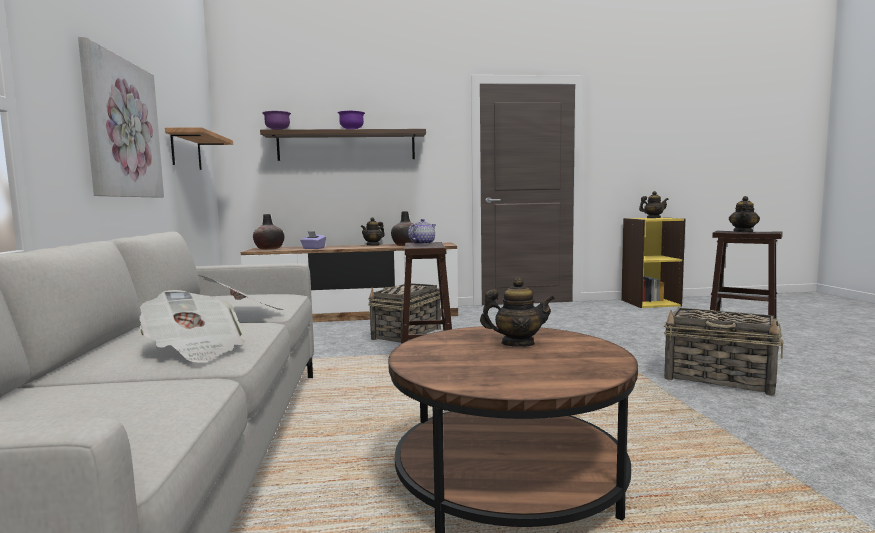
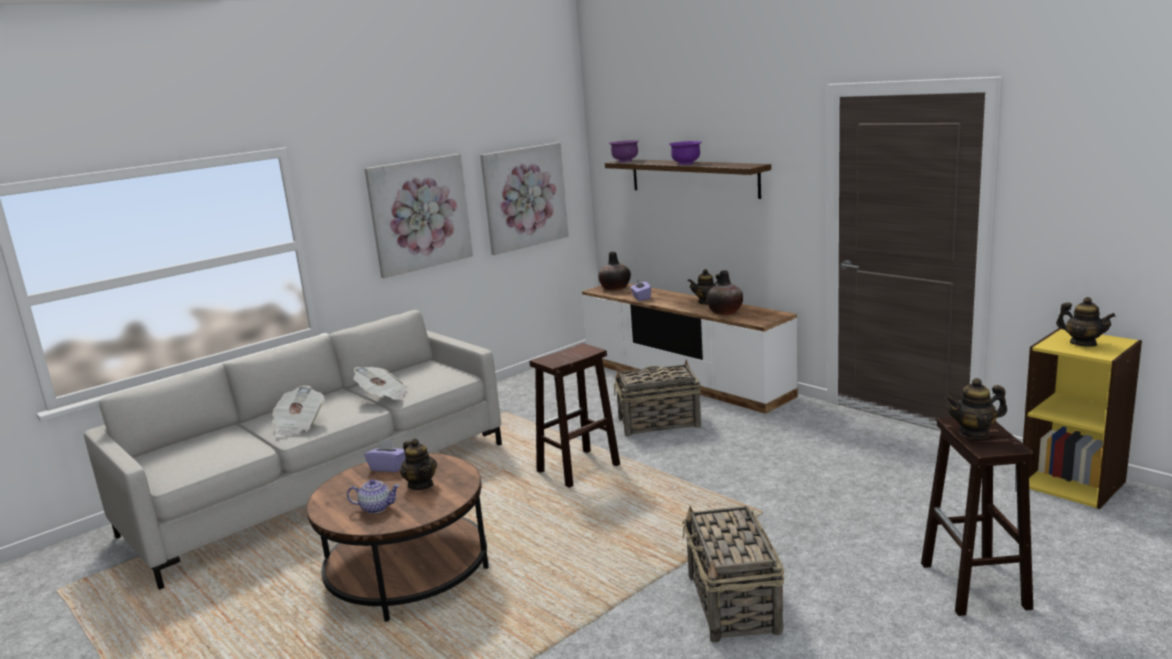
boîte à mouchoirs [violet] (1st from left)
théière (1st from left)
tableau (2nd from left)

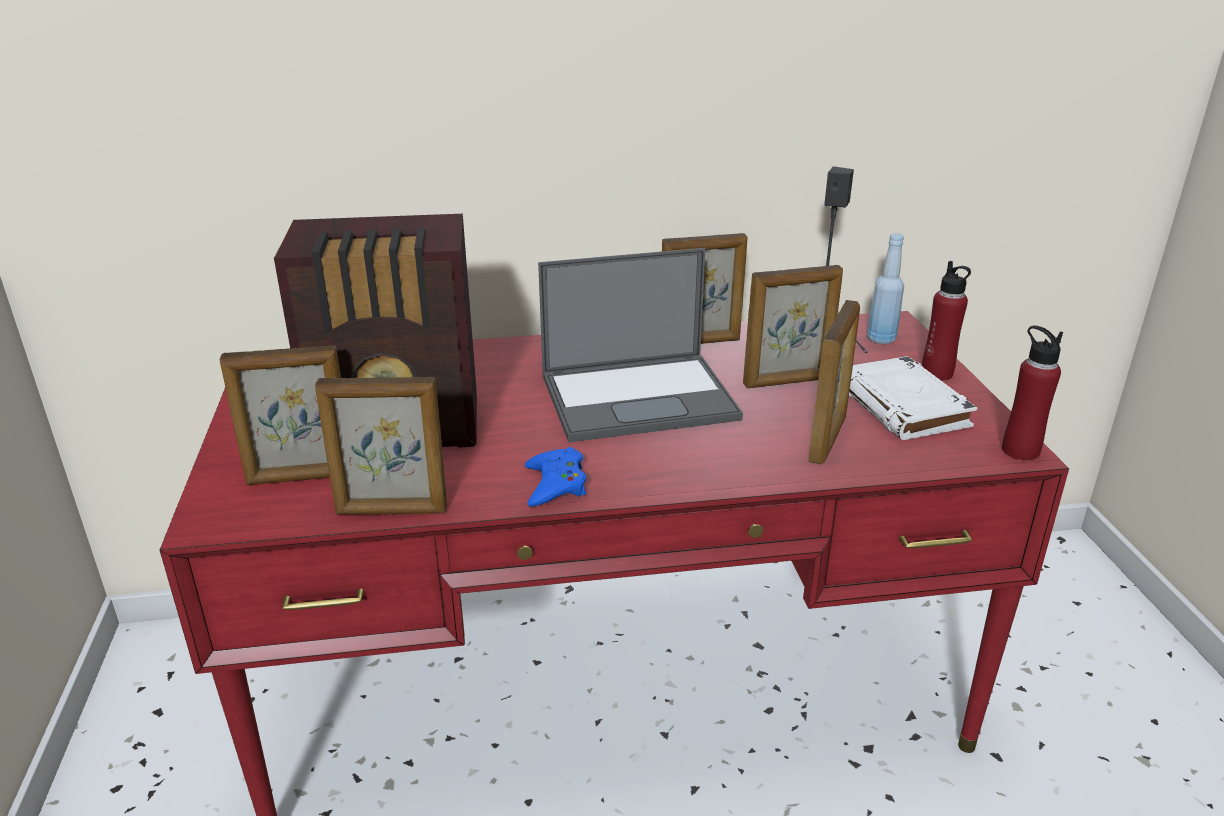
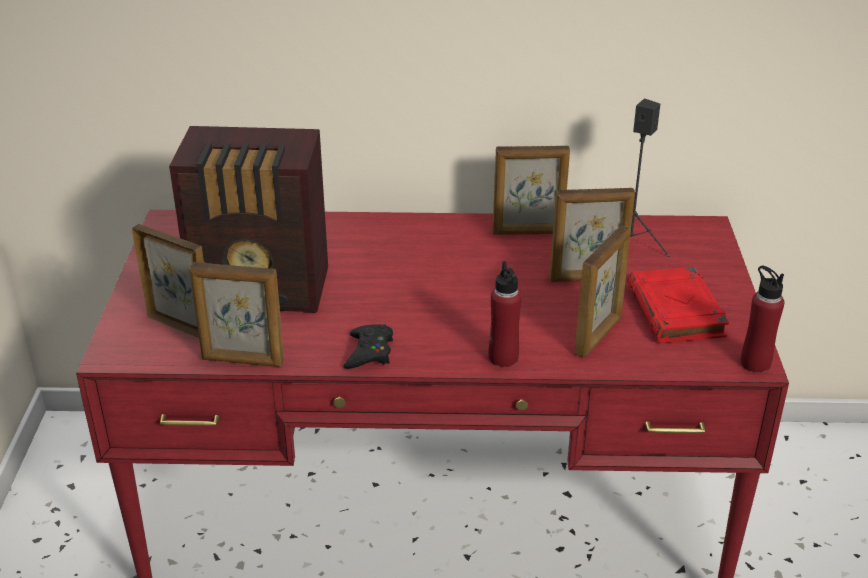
ordinateur portable
bouteille [bleu]
bouteille [rouge] (1st from left)
manette [noir]
livre [rouge]
cadre photo (1st from left)

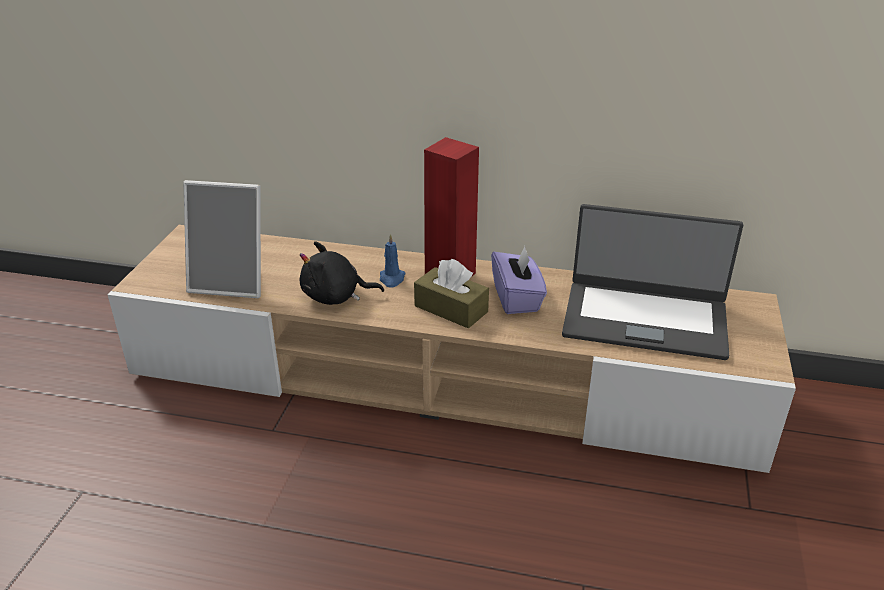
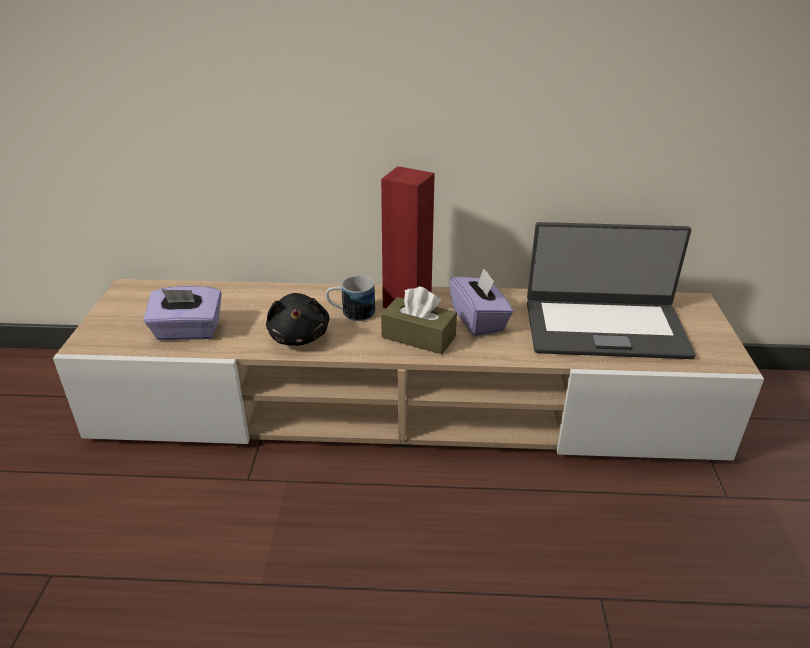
boîte à mouchoirs [violet] (1st from left)
mug
peluche [noir]

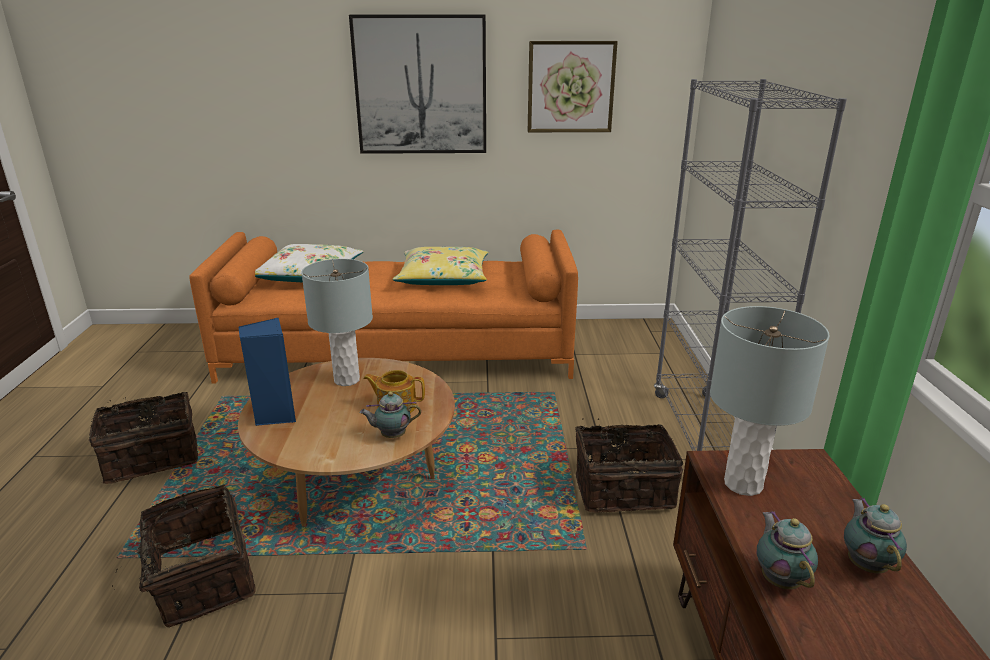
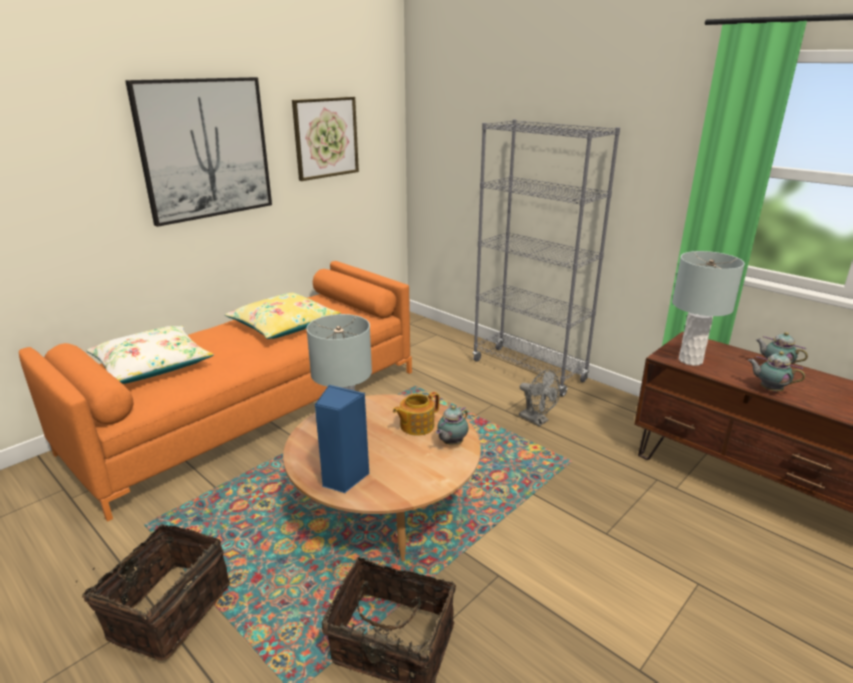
ventilateur [gris]

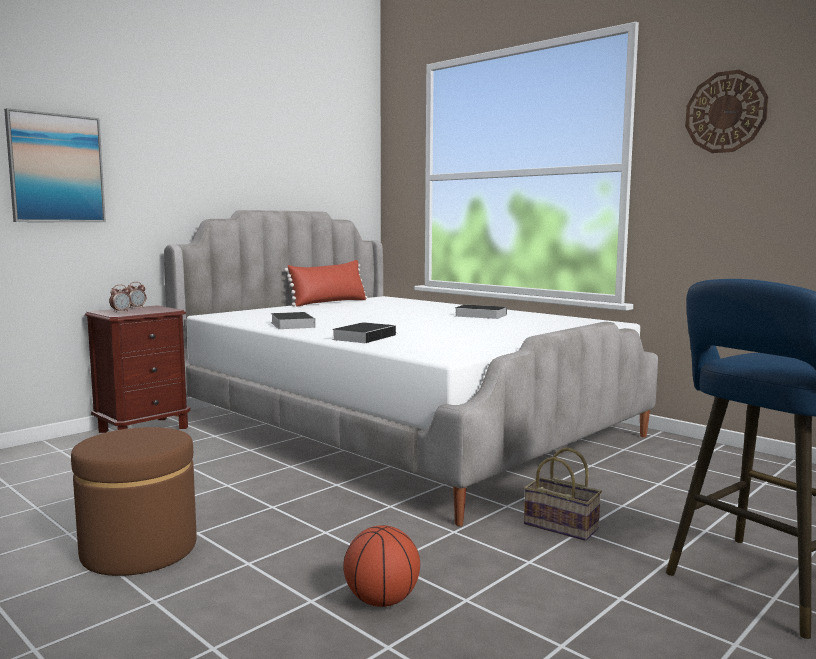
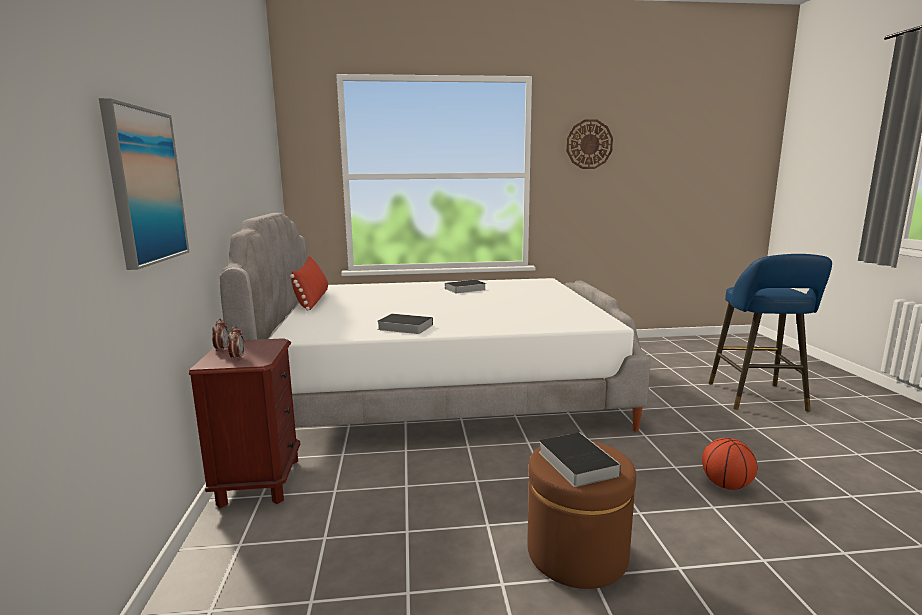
panier
livre (3rd from left)

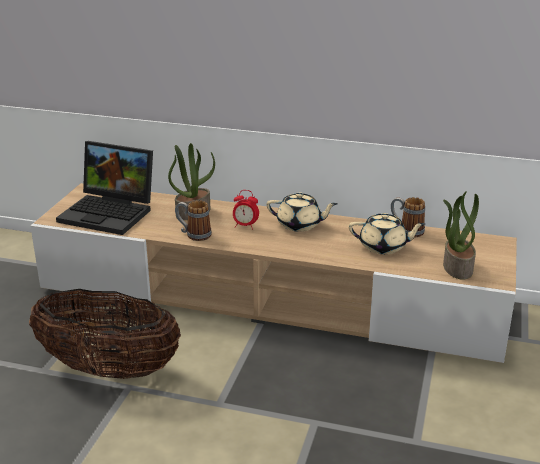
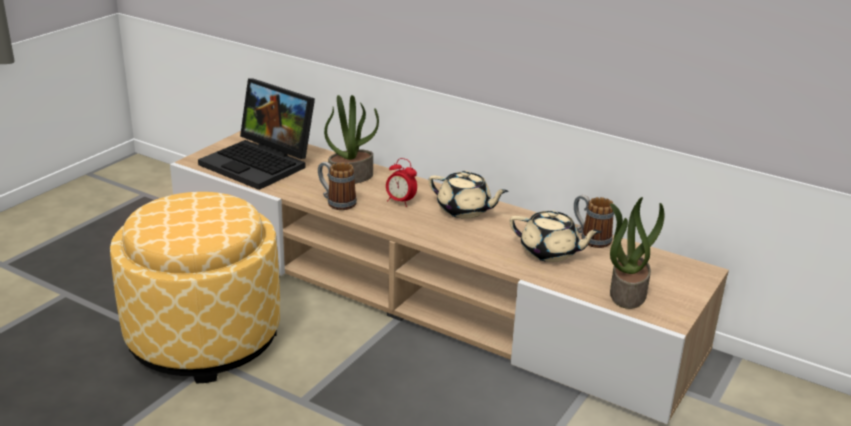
pouf

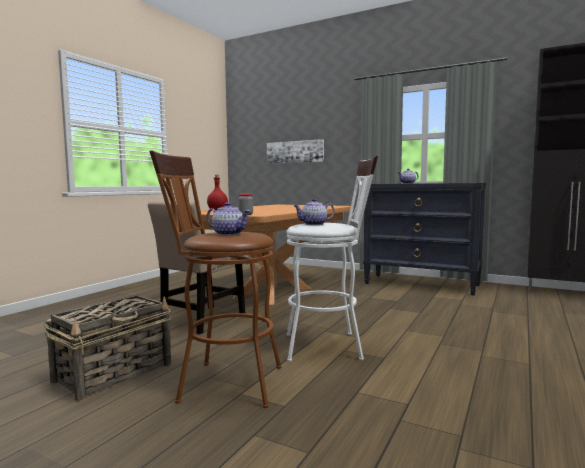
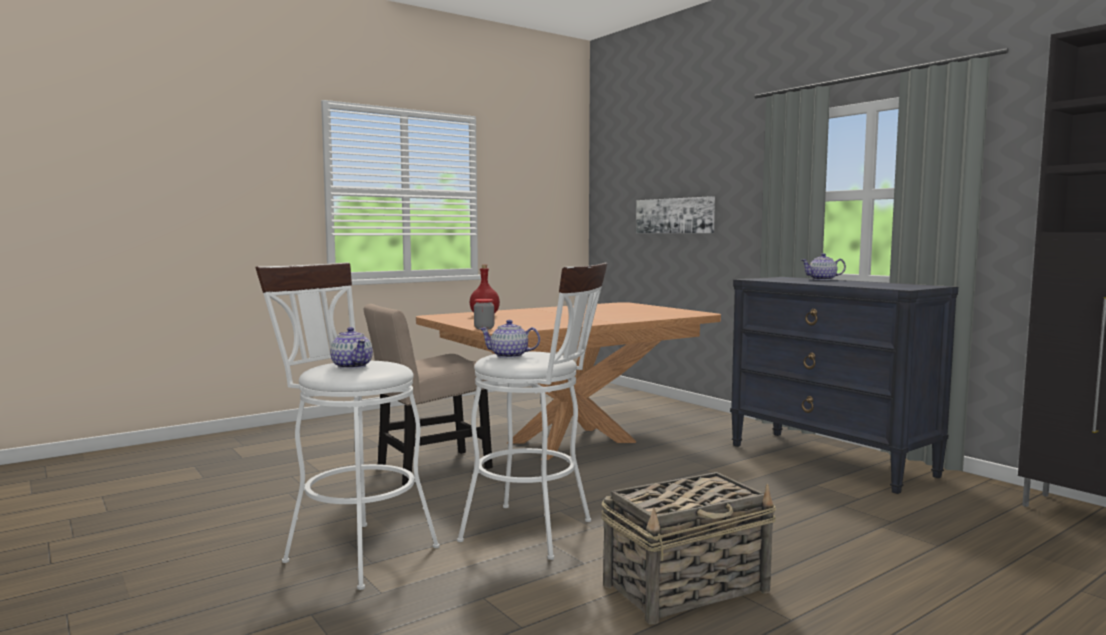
panier
tabouret [blanc] (1st from left)

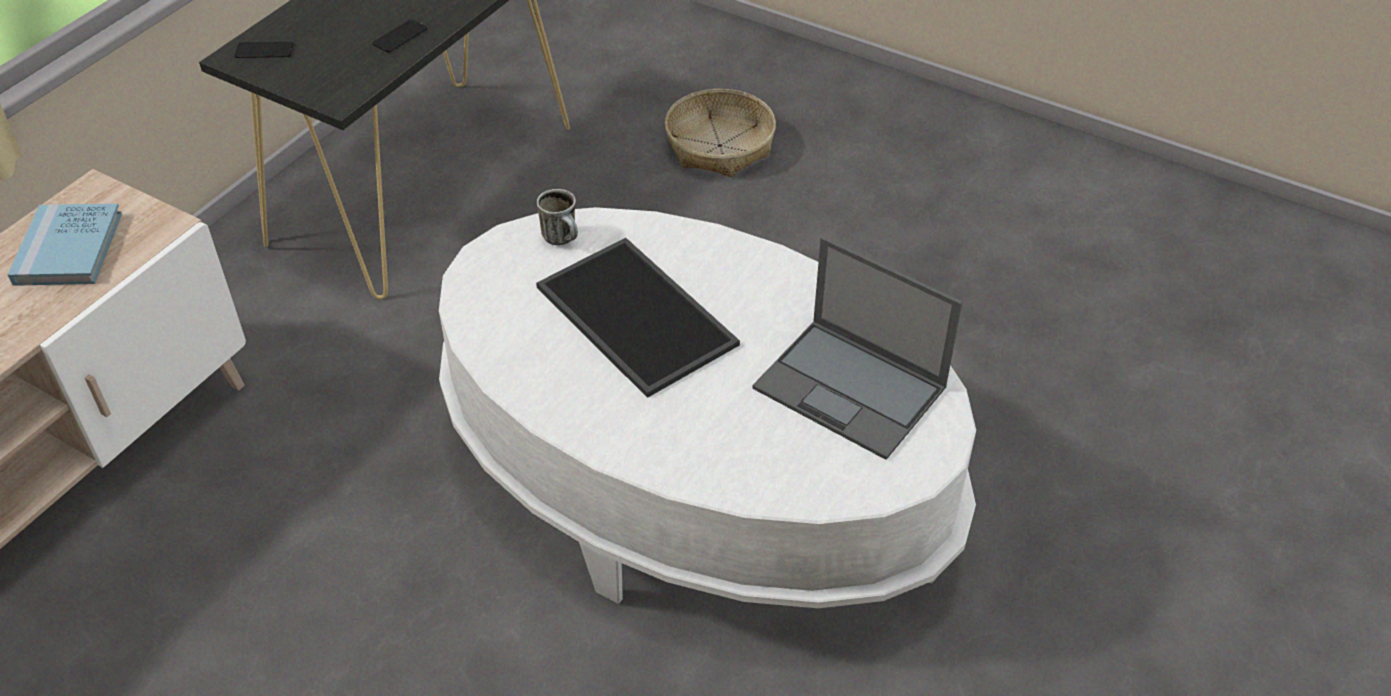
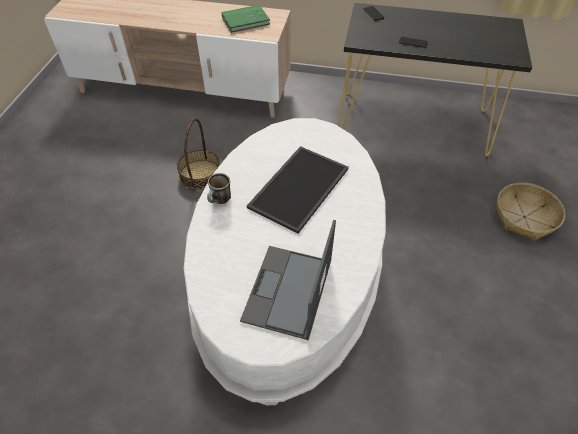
panier (1st from left)
mug
livre [vert]

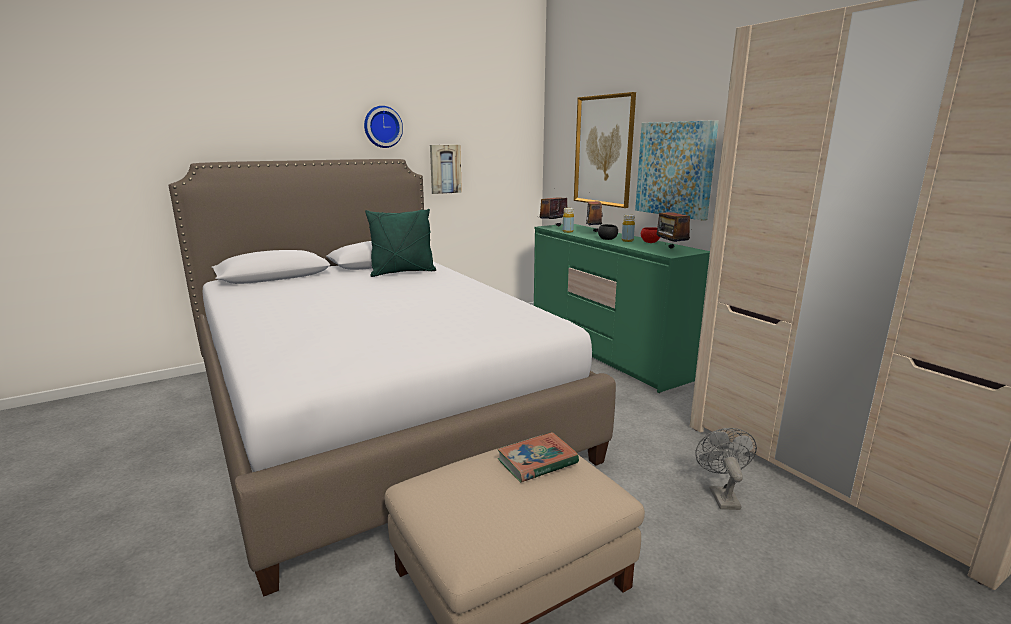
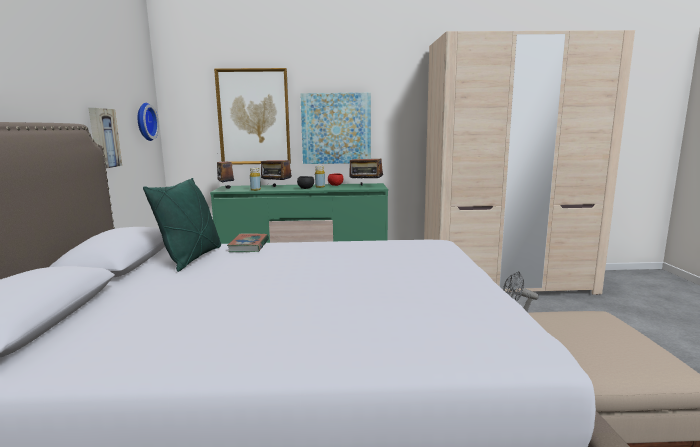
horloge murale
livre

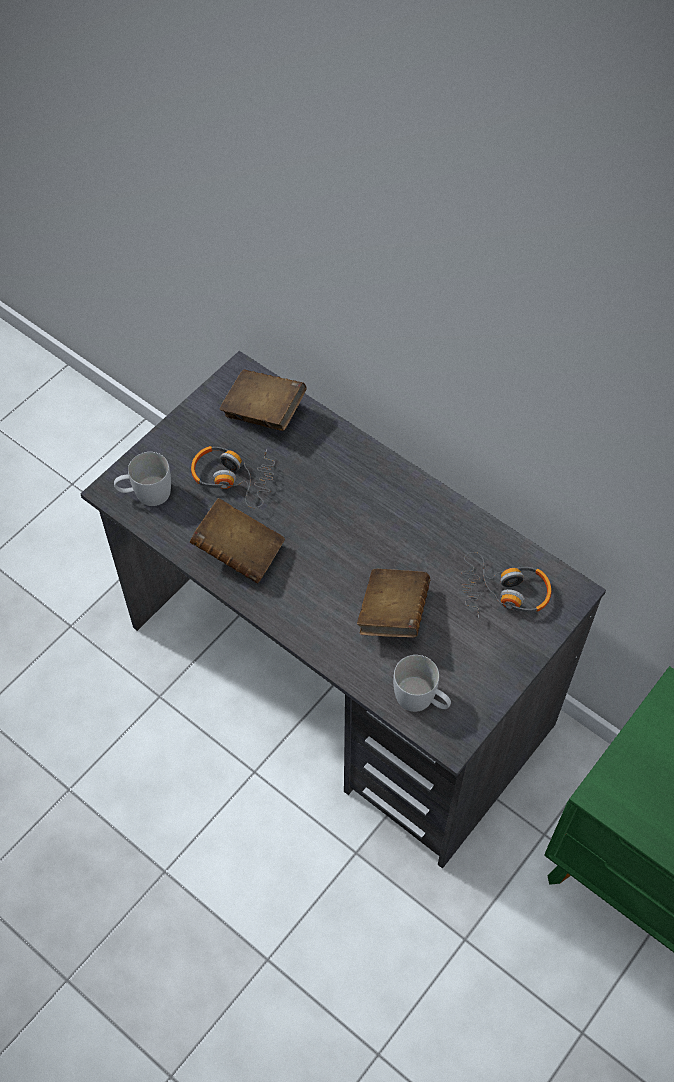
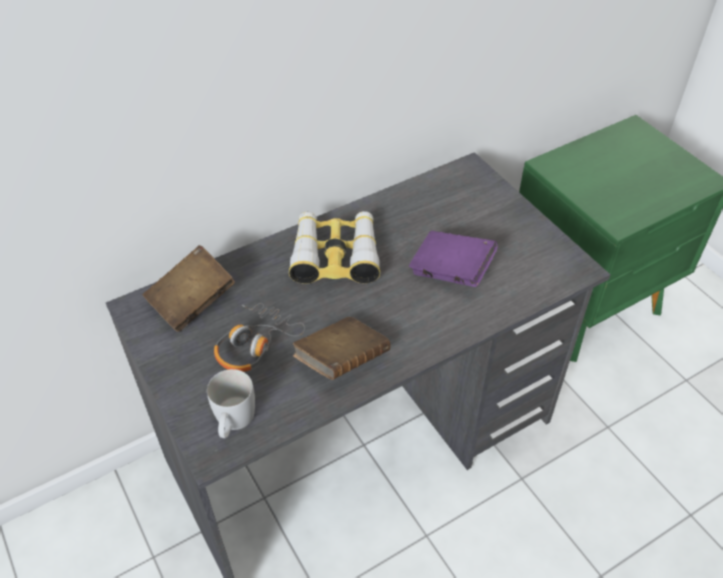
mug [blanc] (2nd from left in the first image)
casque audio (2nd from left in the first image)
jumelles
livre [violet]

